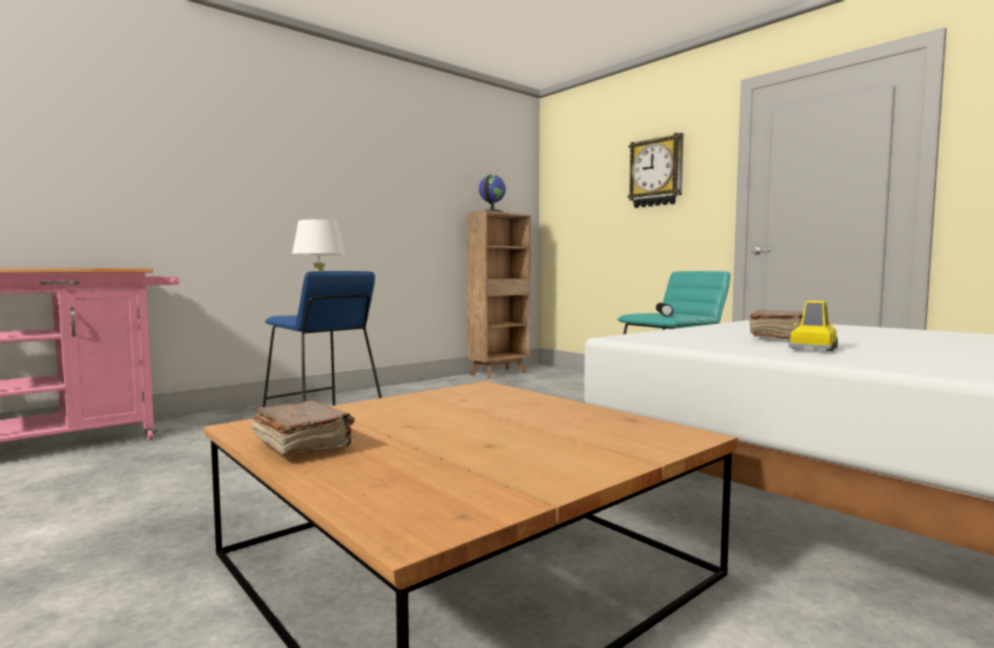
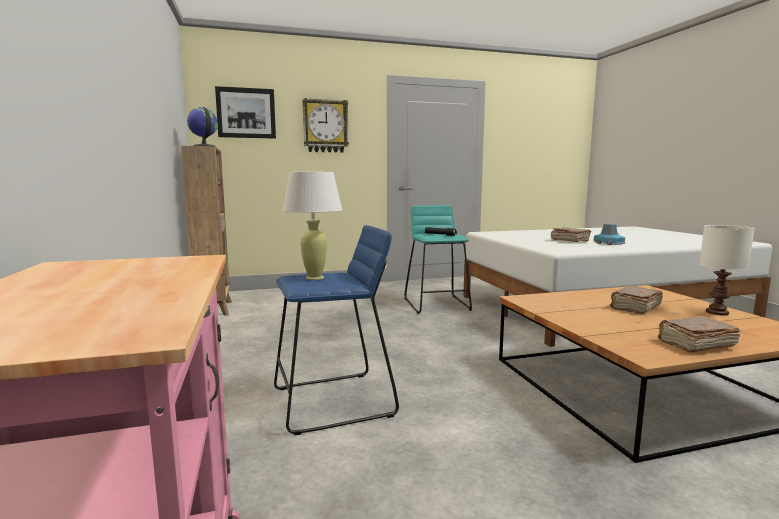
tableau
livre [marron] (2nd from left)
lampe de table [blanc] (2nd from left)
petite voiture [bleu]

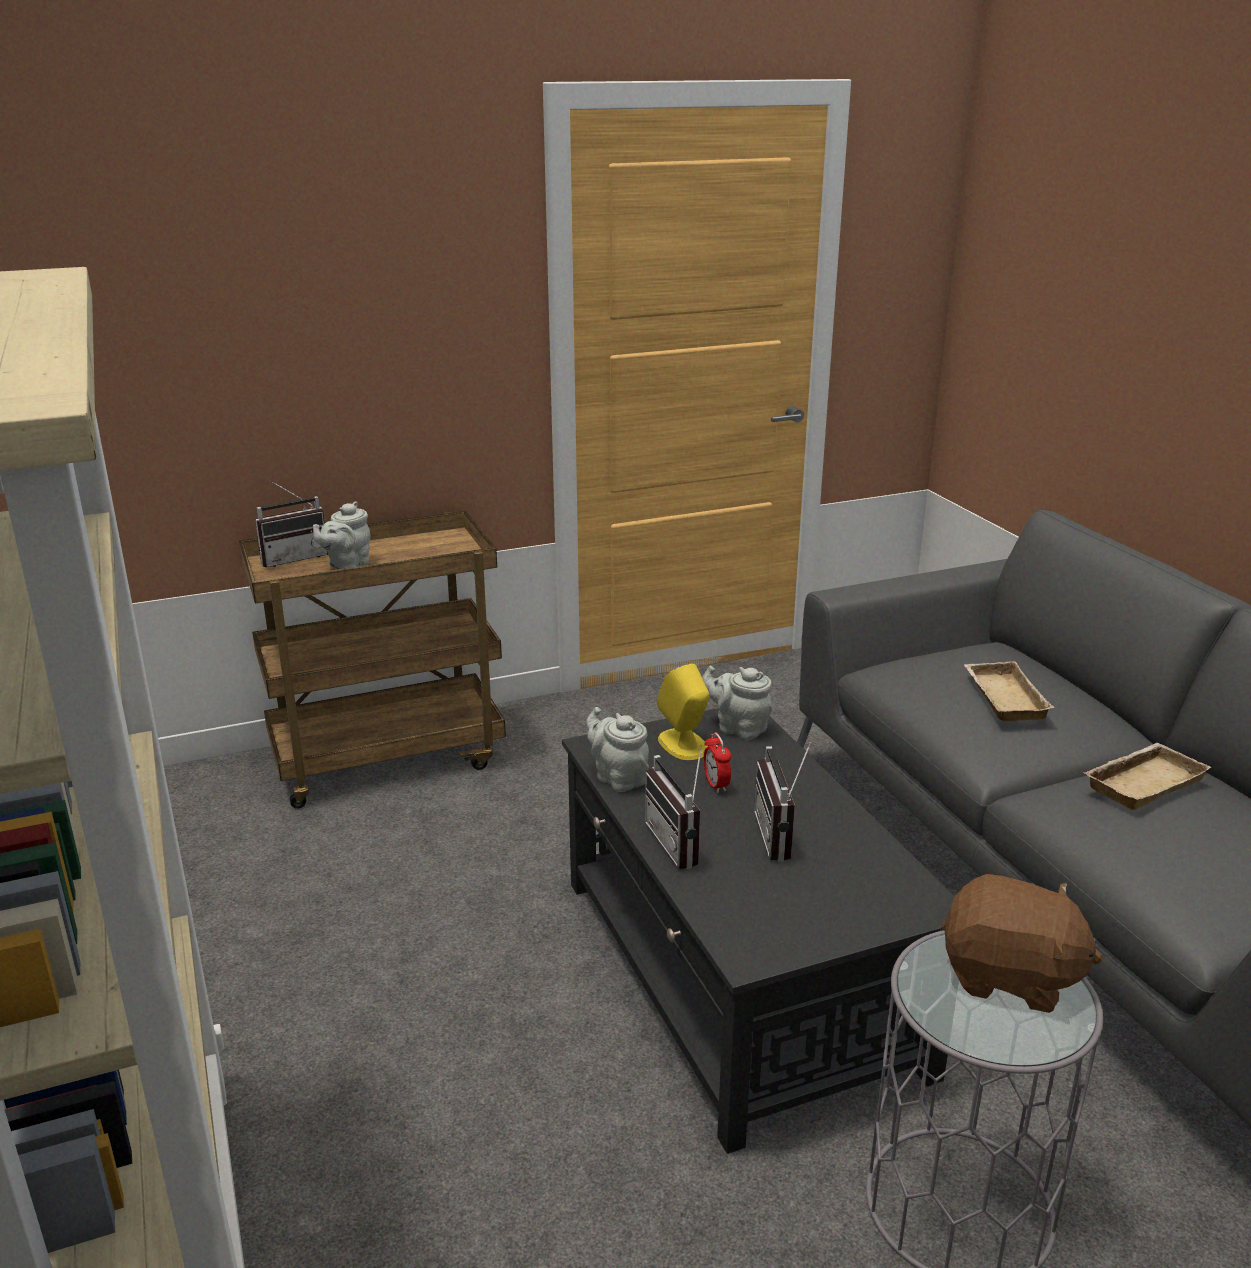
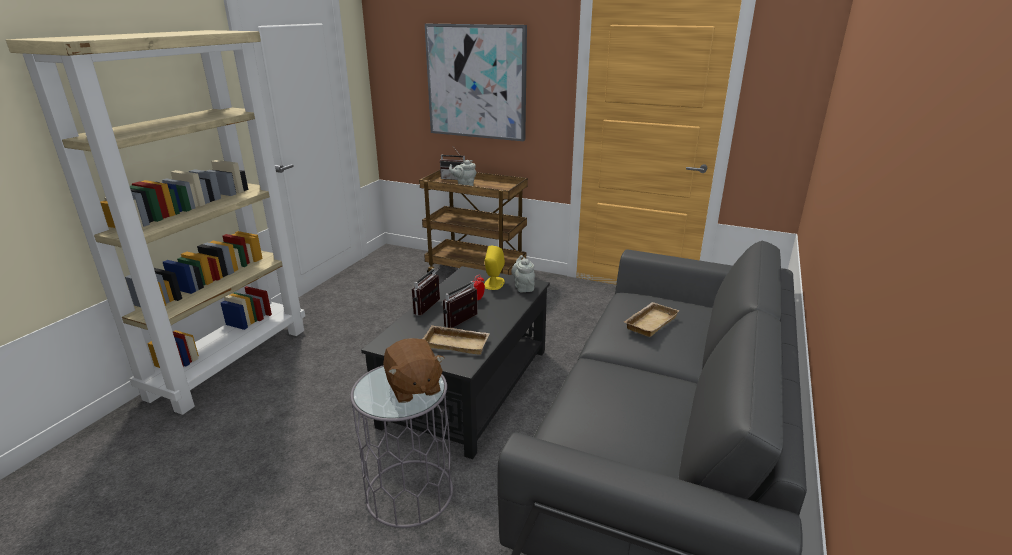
théière [gris] (2nd from left in the first image)
tableau
plateau [beige] (1st from left)

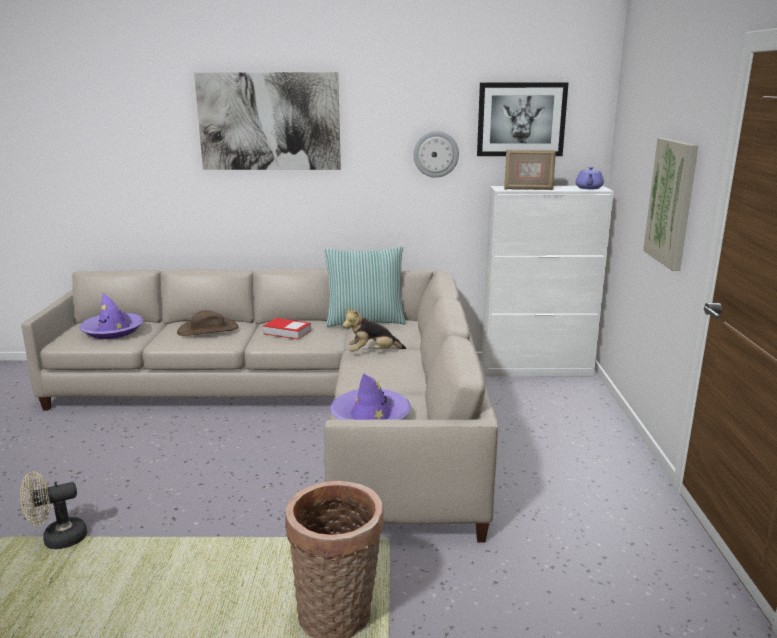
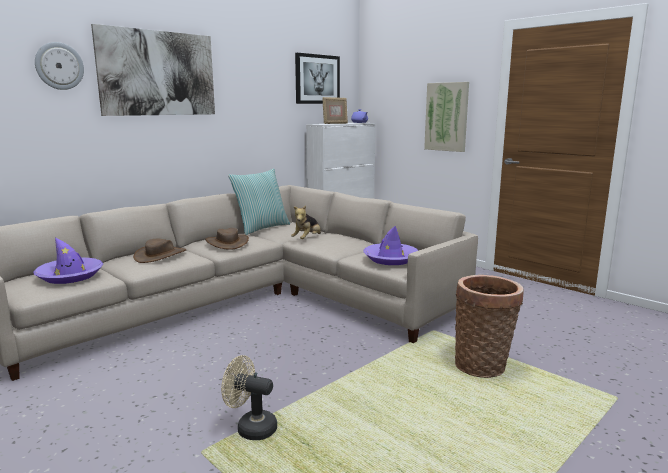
horloge murale
chapeau [marron] (2nd from left)
ventilateur [beige]

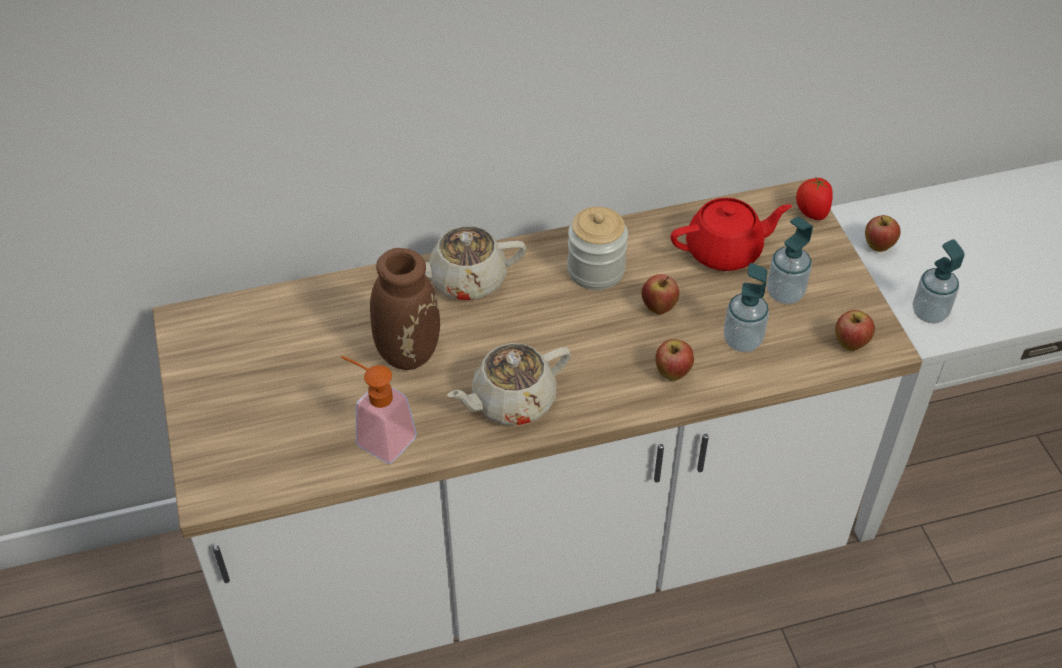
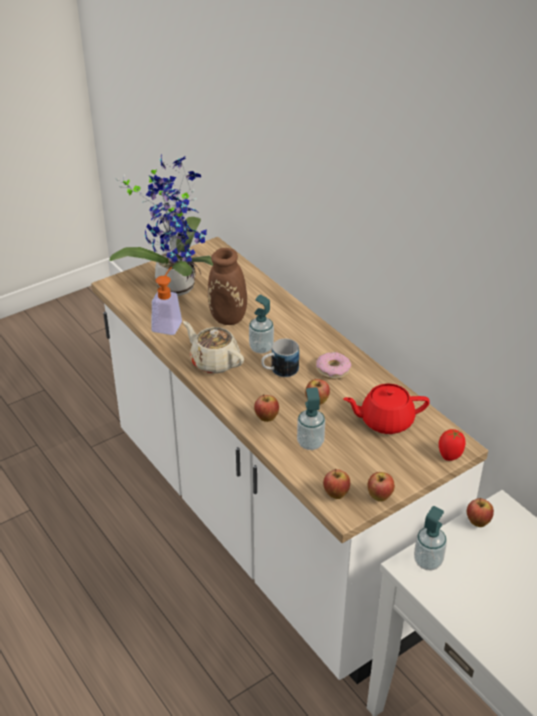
théière [beige] (1st from left in the first image)
plante en pot
mug
pomme (4th from left)
distributeur de savon (2nd from left)
beignet
théière [rouge]

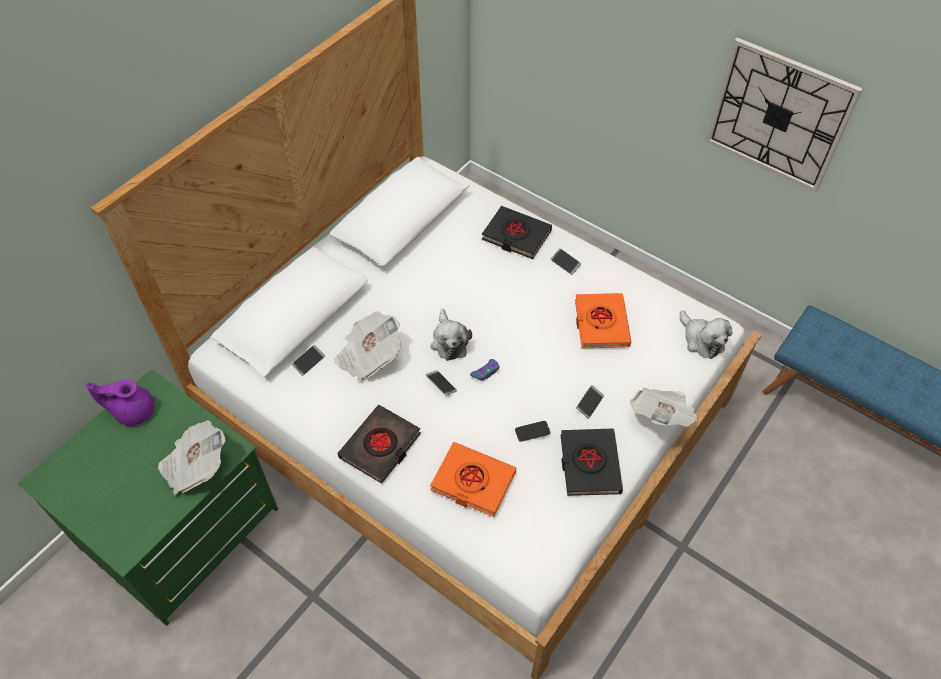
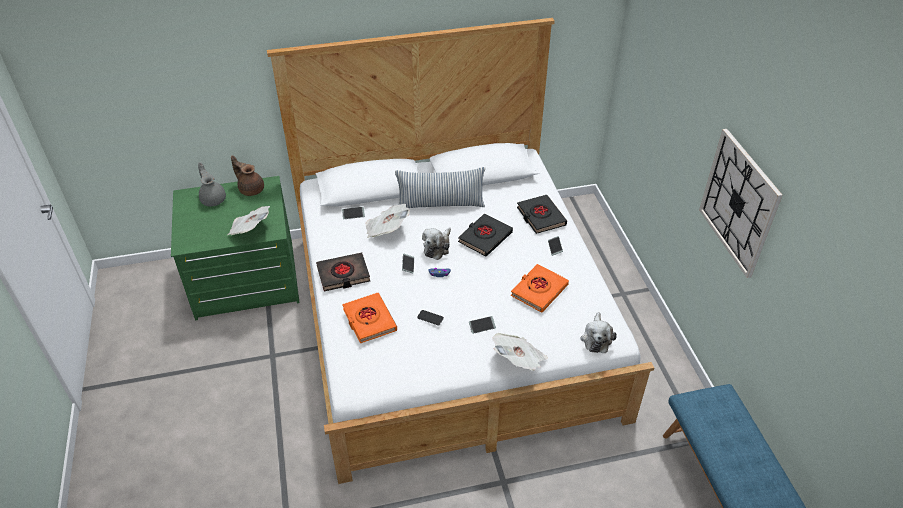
théière [gris]
coussin
livre [noir] (2nd from left)
théière [marron]

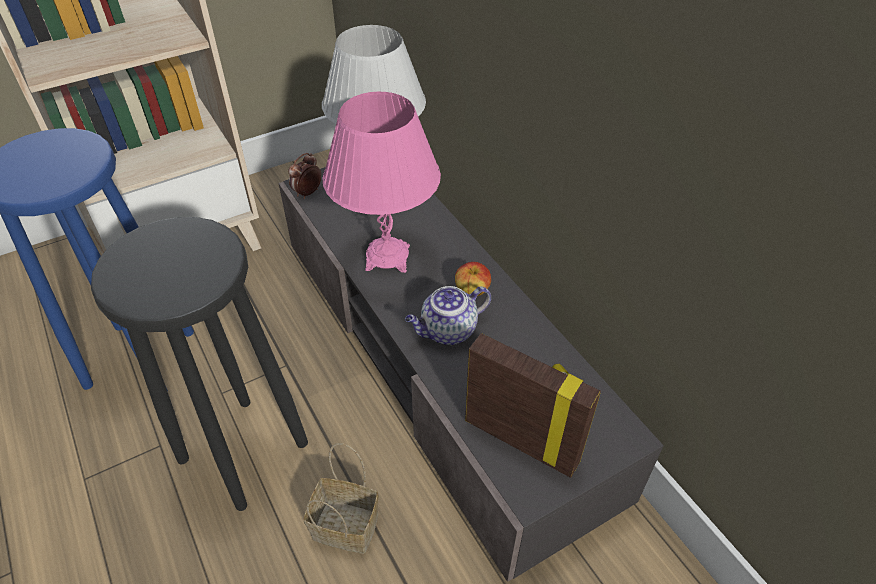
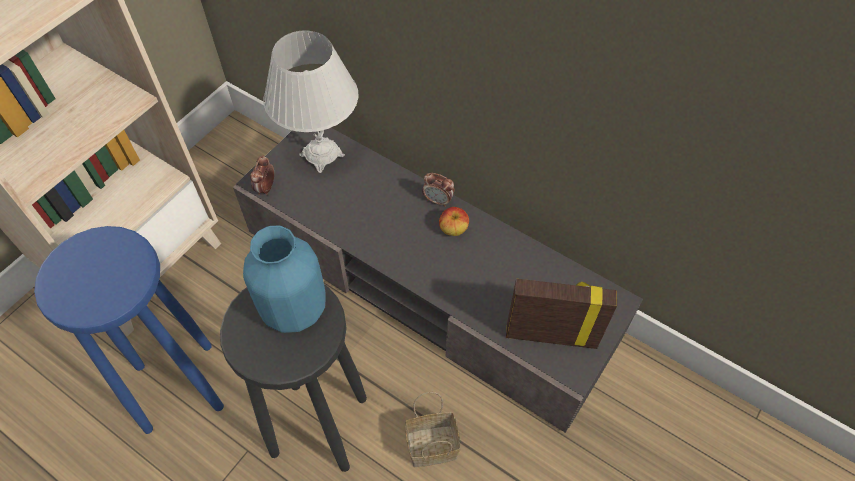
lampe de table [rose]
théière
vase [bleu]
réveil (2nd from left)

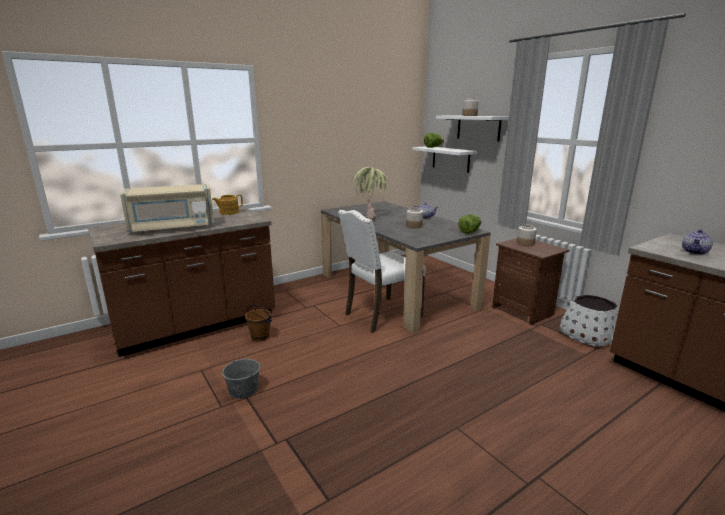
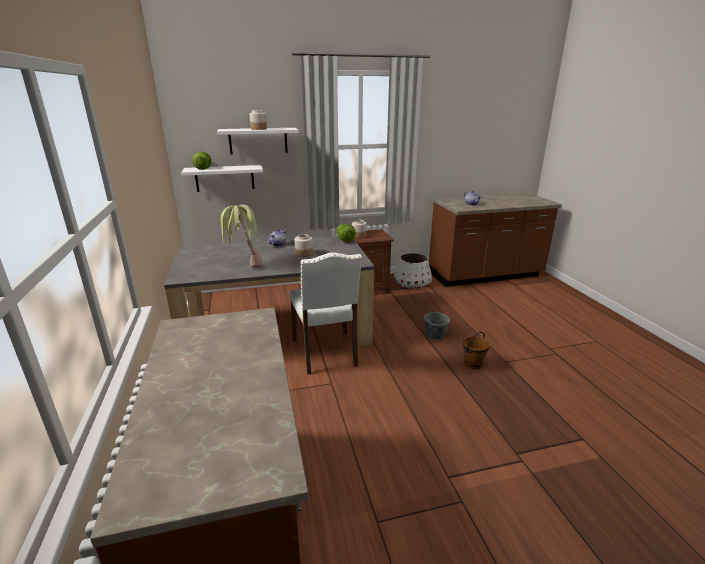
micro-ondes [beige]
théière (1st from left in the first image)
seau [gris]
seau [marron]

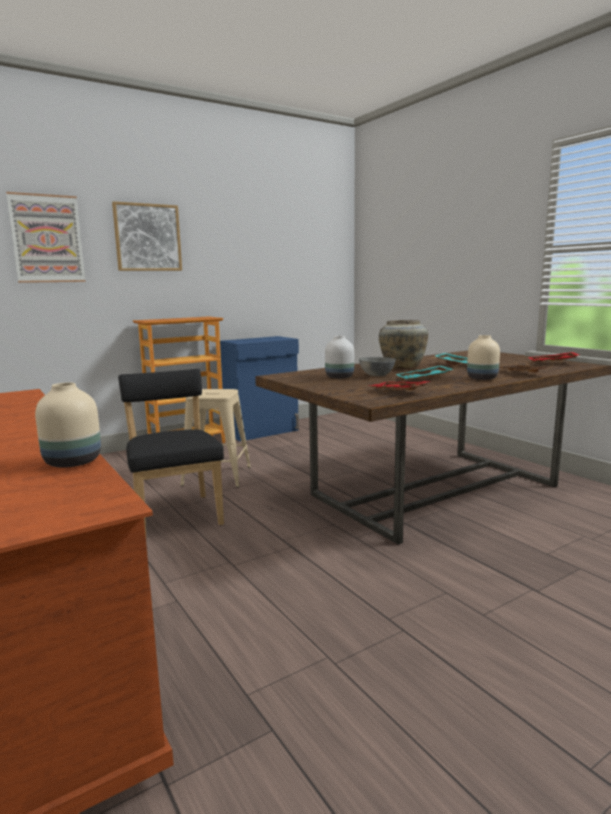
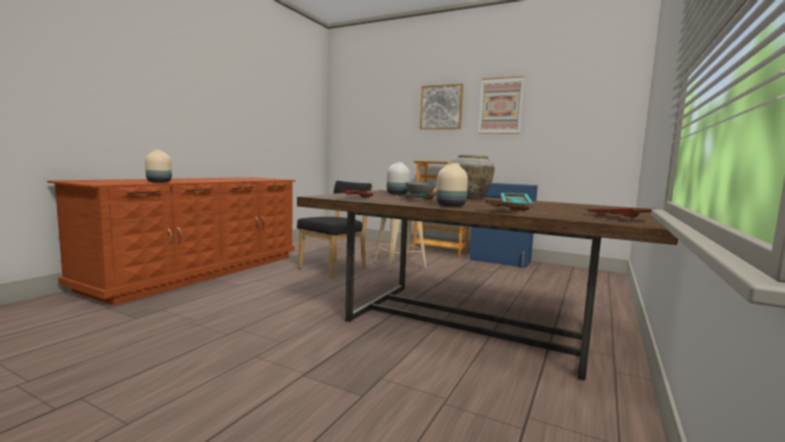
tableau (2nd from left)

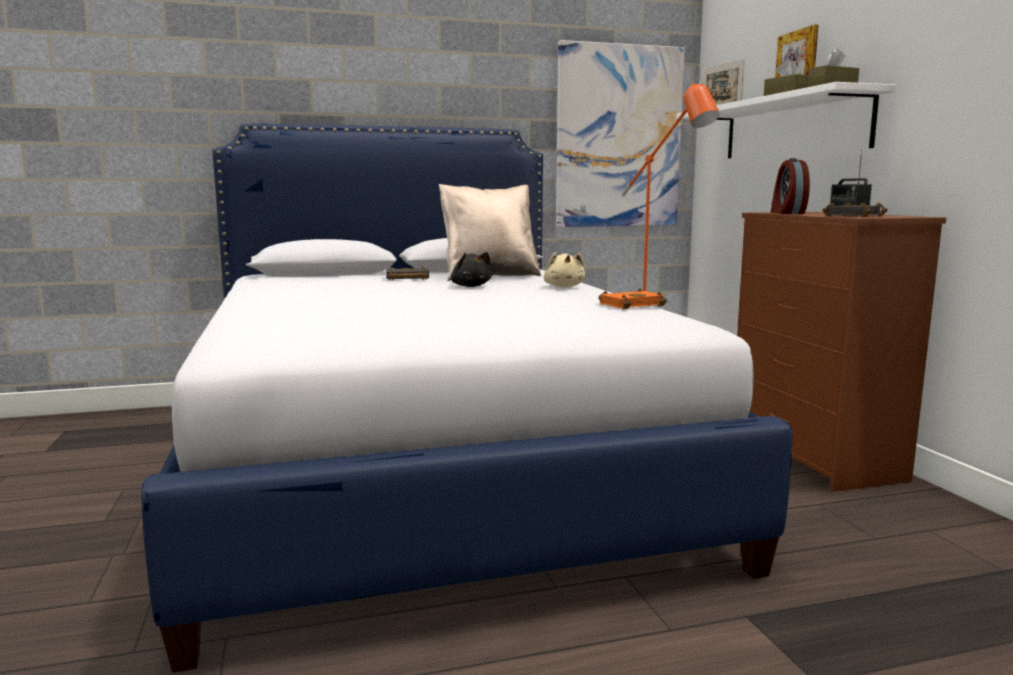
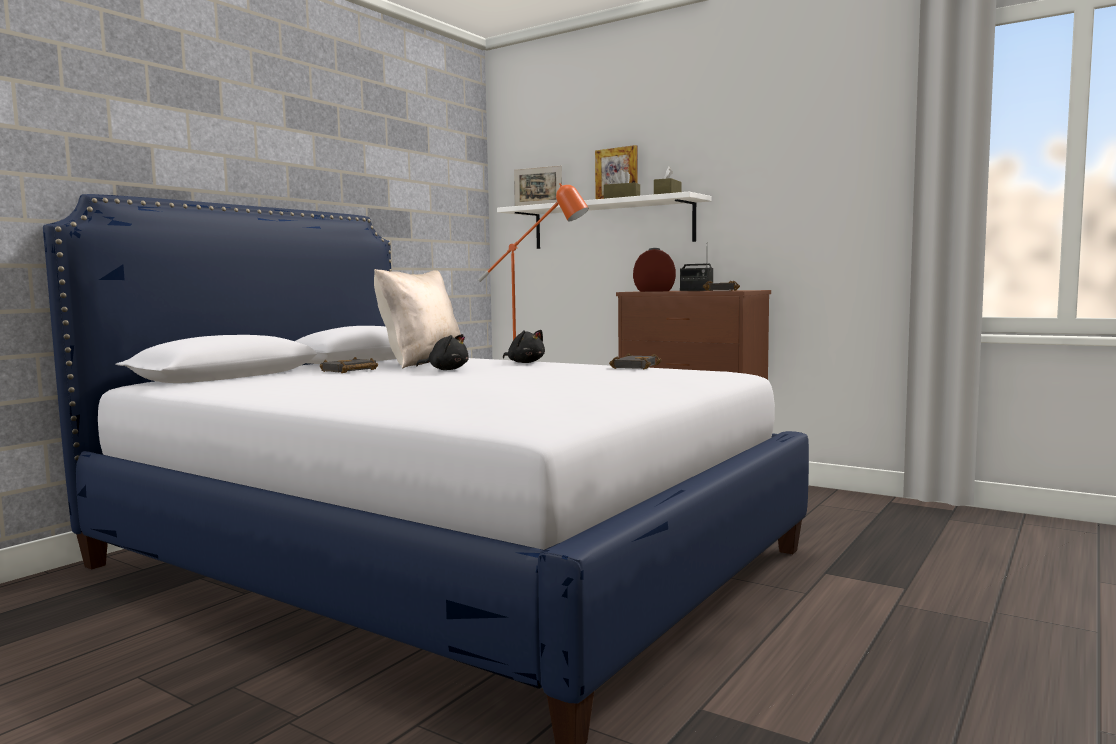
tableau
peluche [noir] (2nd from left)
livre [noir] (2nd from left)
réveil

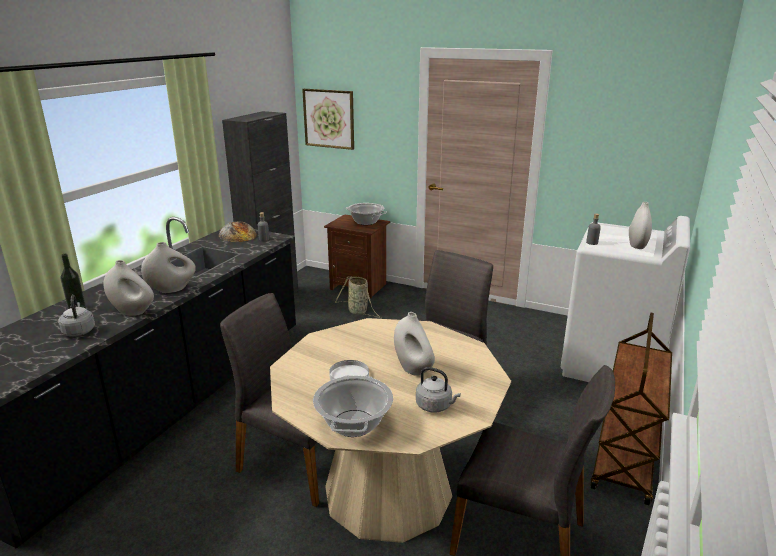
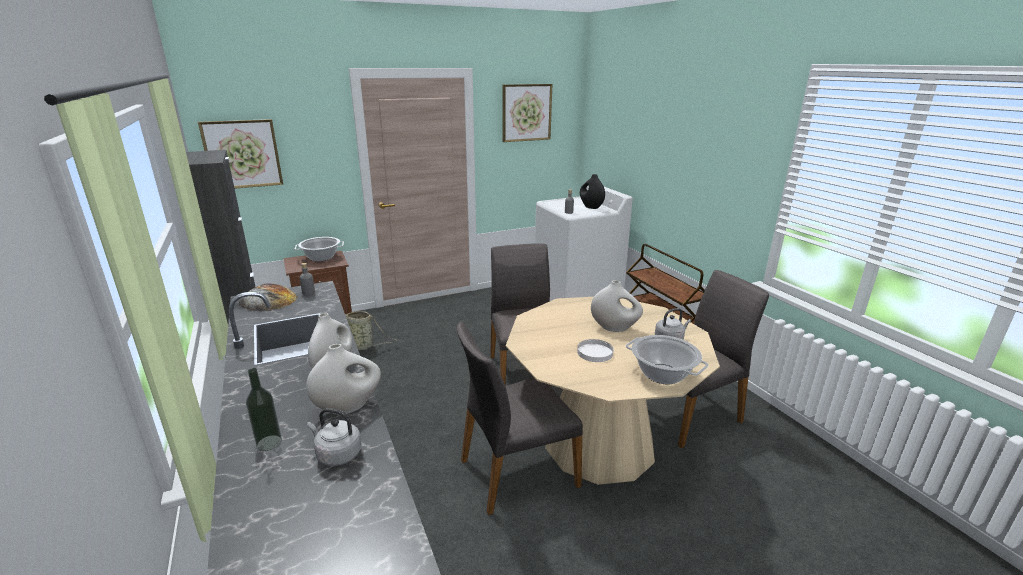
tableau (2nd from left)
vase [noir]

